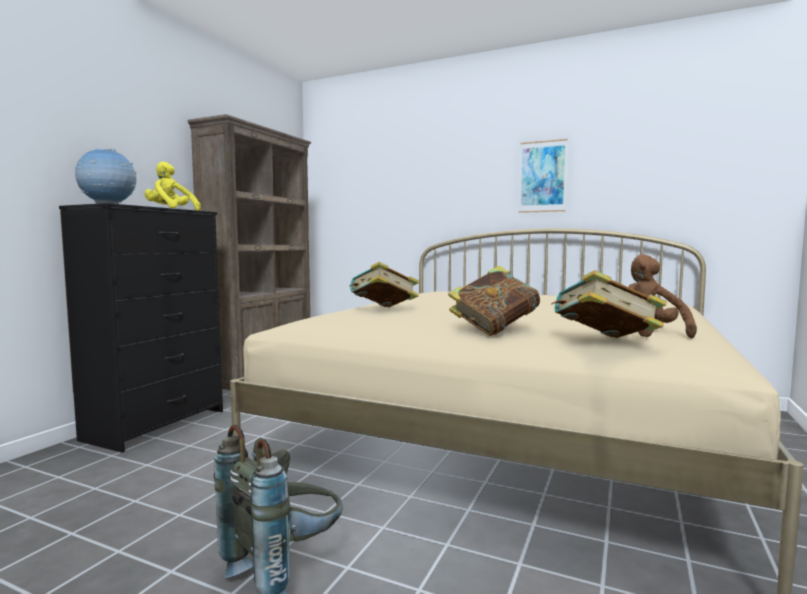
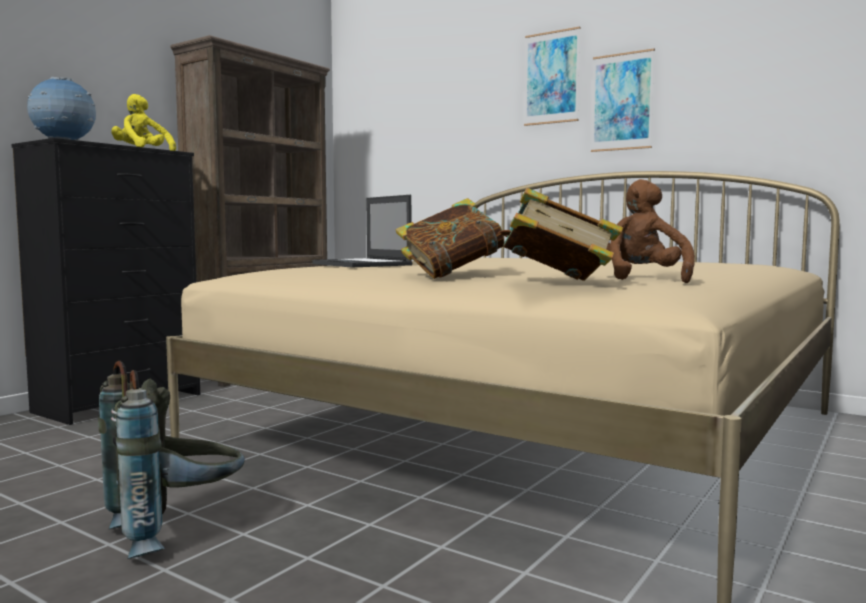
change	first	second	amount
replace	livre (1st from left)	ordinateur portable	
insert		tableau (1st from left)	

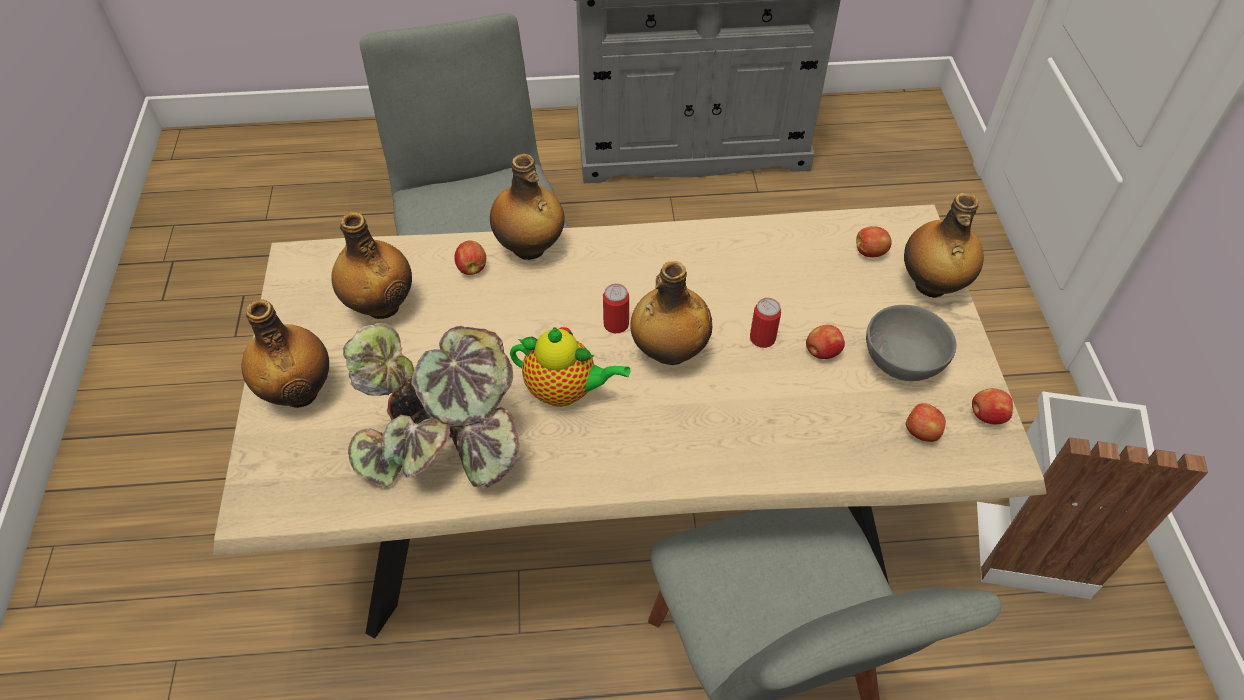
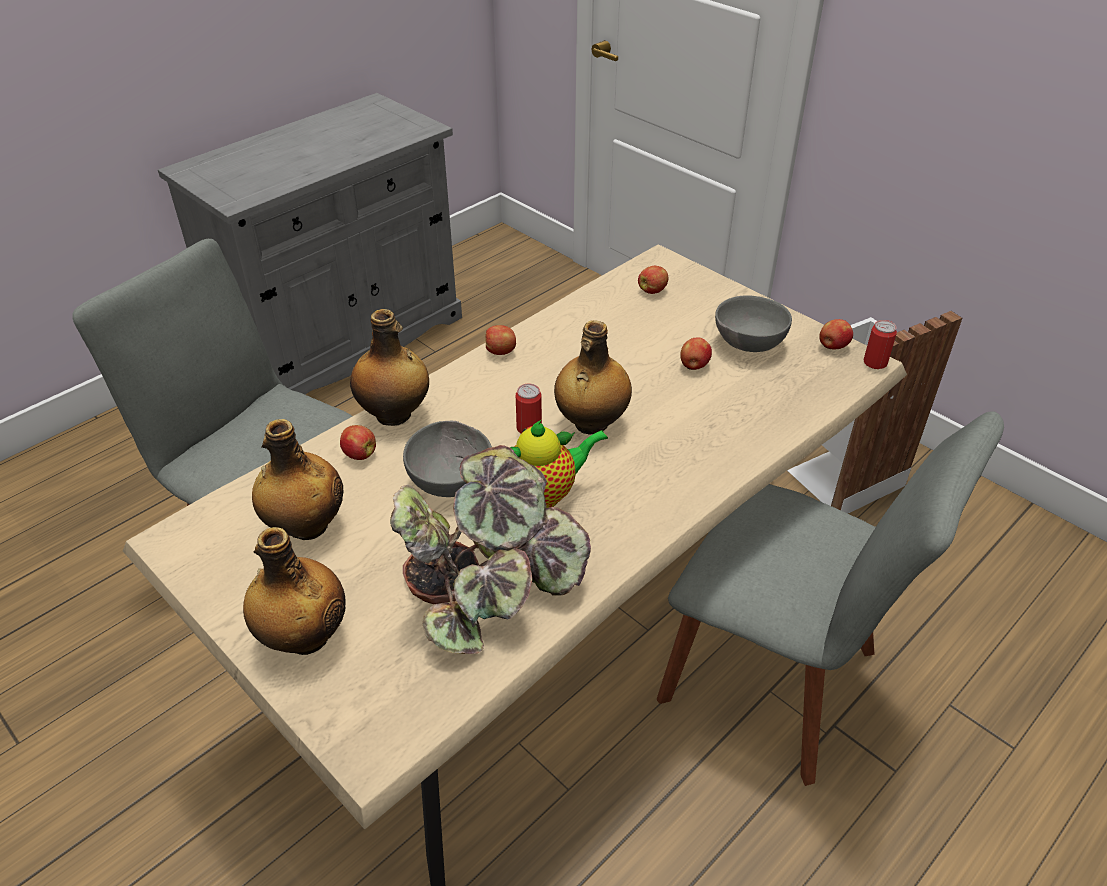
change	first	second	amount
move	boîte métallique (2nd from left)		
delete	bouteille (5th from left)		
move	pomme (4th from left in the first image)	pomme (2nd from left)	
insert		bol [gris] (1st from left)	

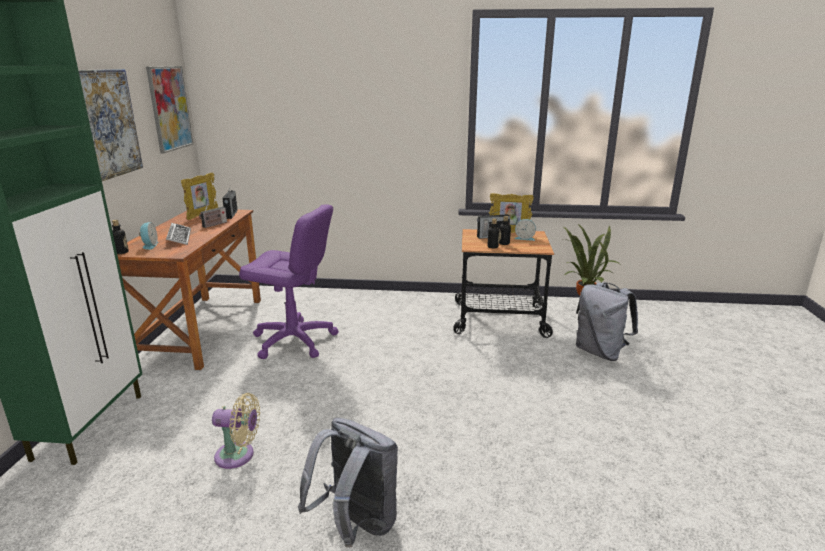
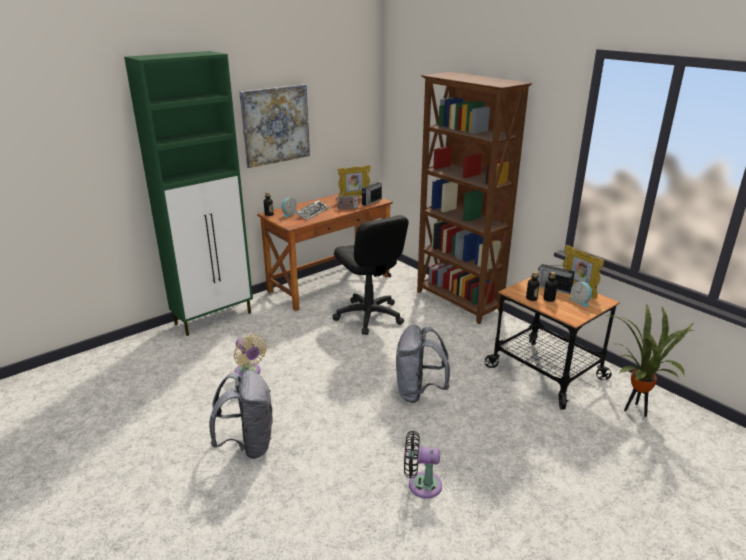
change	first	second	amount
delete	tableau (2nd from left)		
recolor	chaise de bureau [violet]	chaise de bureau [noir]	
move	sac à dos [gris] (2nd from left)		
insert		ventilateur [noir]	
insert		bibliothèque [marron]	

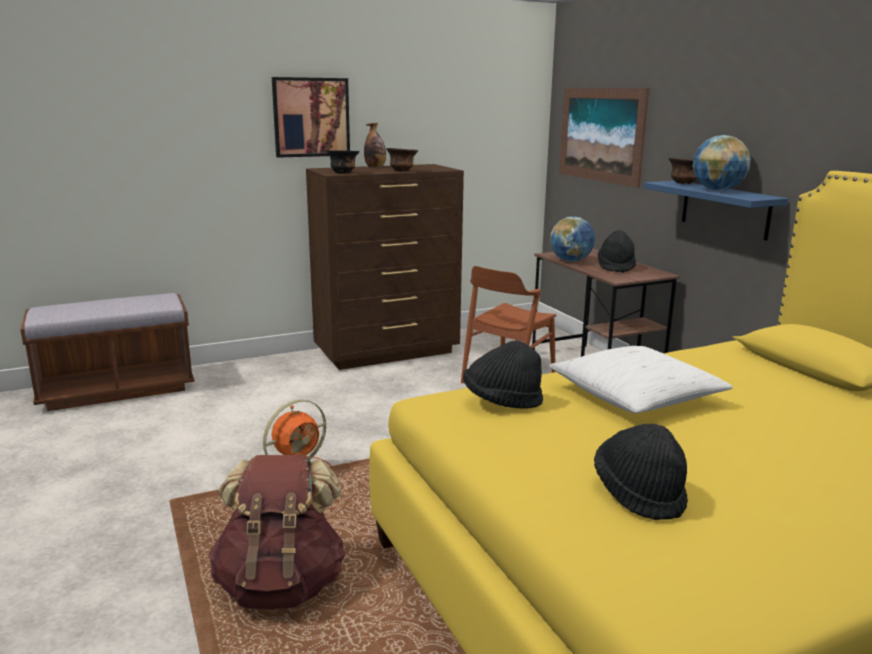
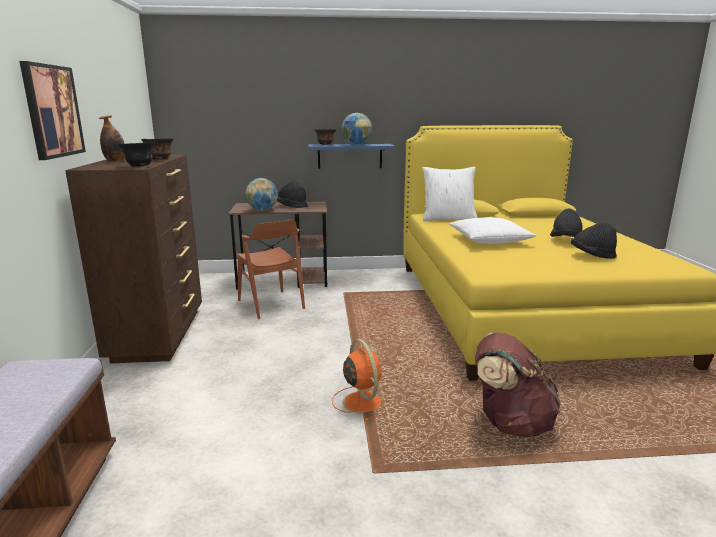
change	first	second	amount
move	chapeau [noir] (1st from left in the first image)	chapeau [noir] (2nd from left)	
delete	tableau (2nd from left)		
insert		coussin [blanc] (1st from left)	

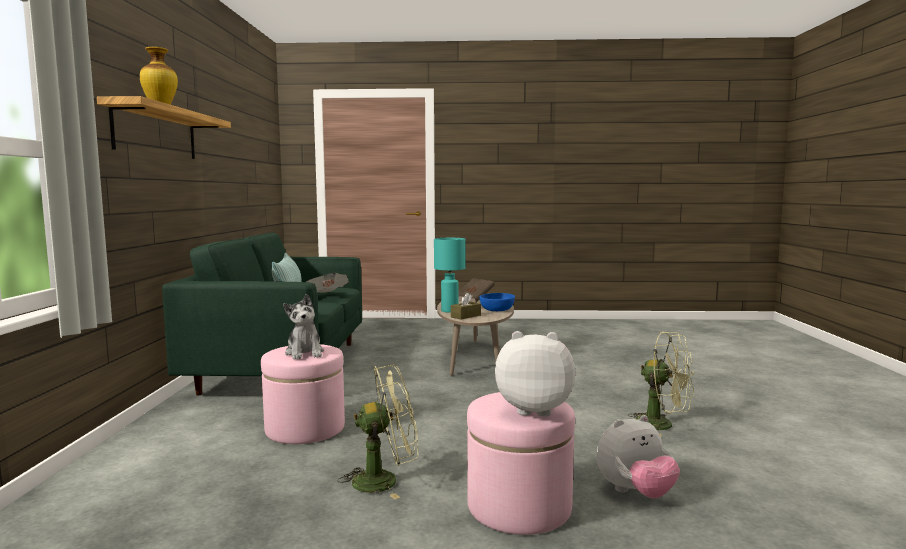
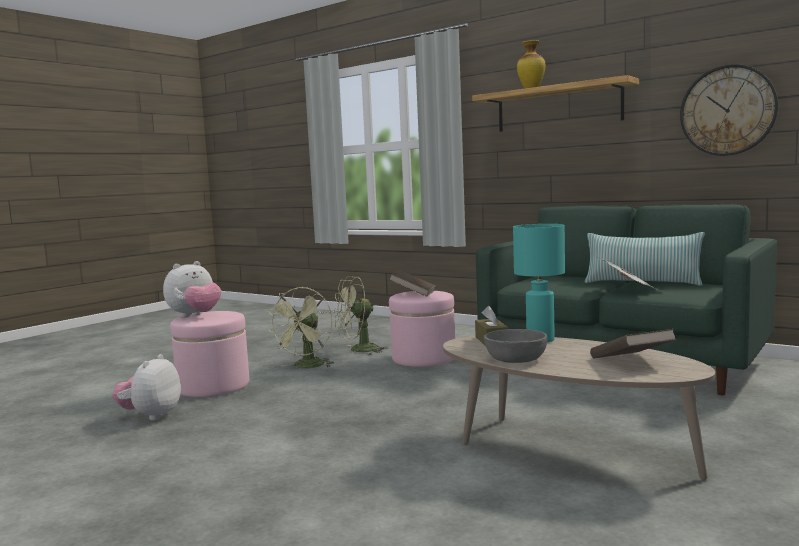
change	first	second	amount
replace	peluche (1st from left)	livre [marron] (1st from left)	
recolor	bol [bleu]	bol [gris]	
move	ventilateur [vert] (2nd from left)		
insert		horloge murale	

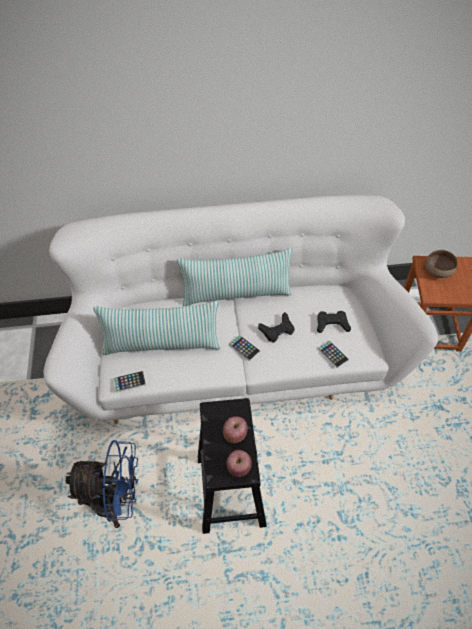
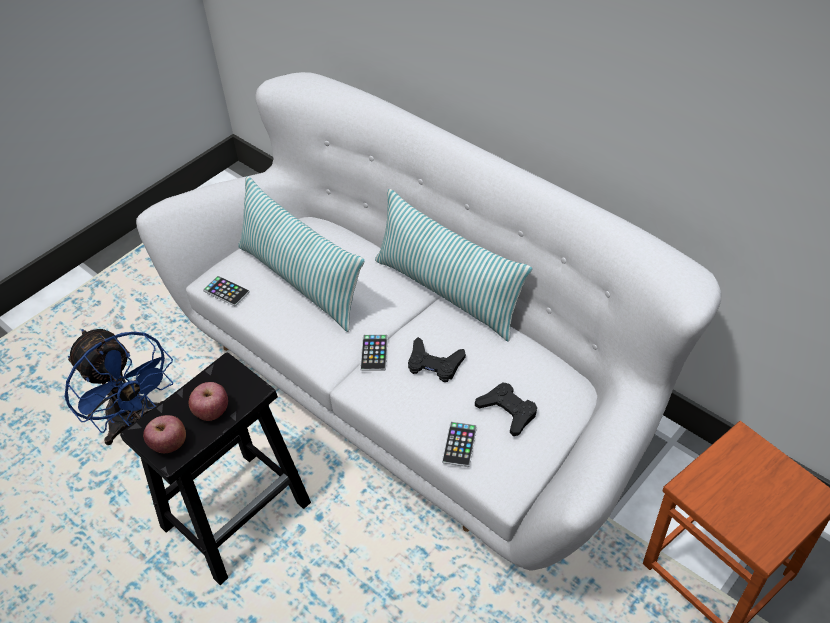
change	first	second	amount
delete	bol [marron]		

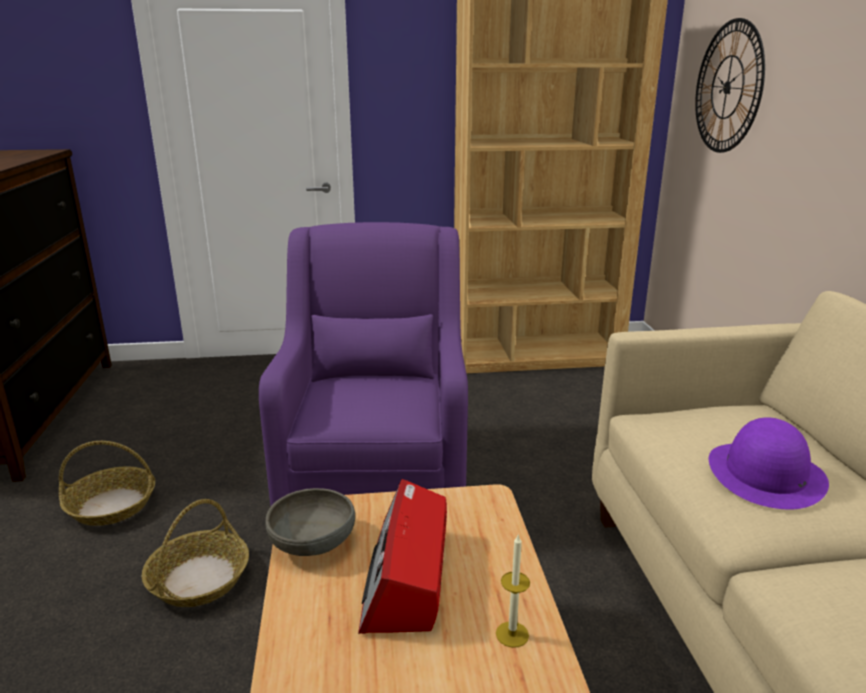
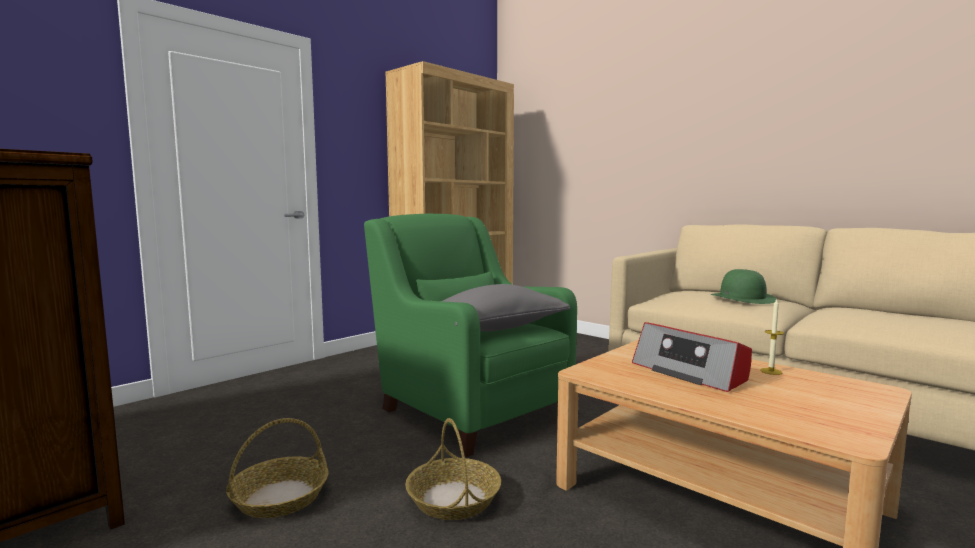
change	first	second	amount
recolor	fauteuil [violet]	fauteuil [vert]	
delete	bol [gris]		
delete	horloge murale		
recolor	chapeau [violet]	chapeau [vert]	
insert		coussin [gris]	

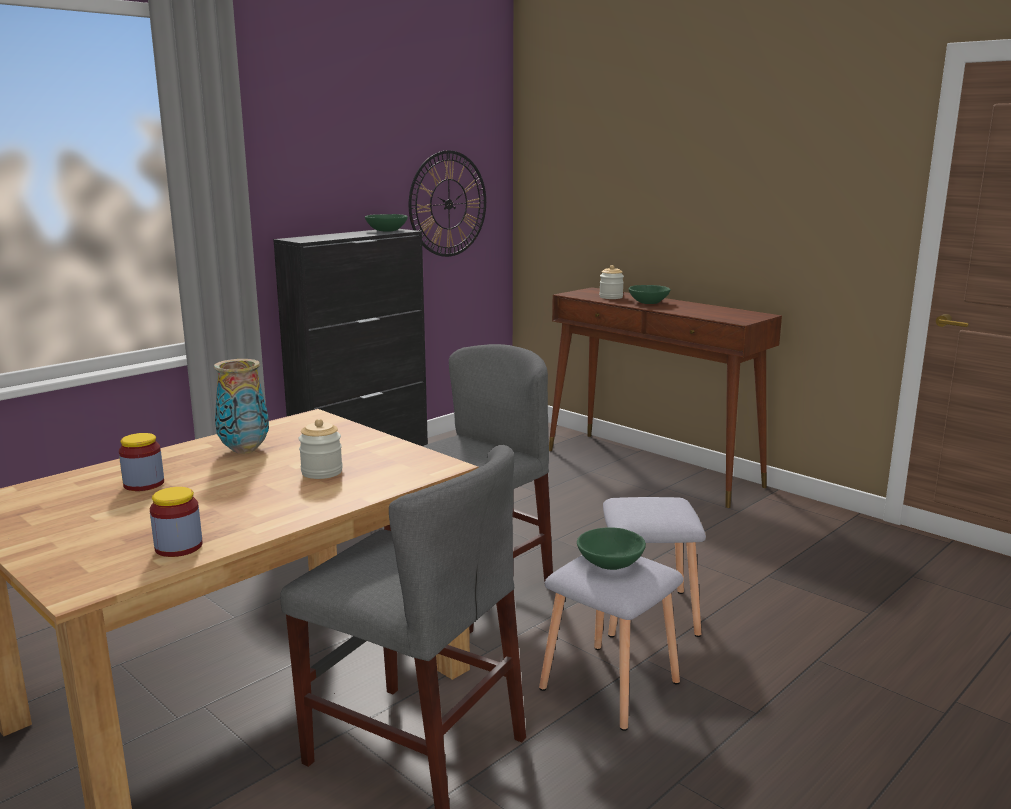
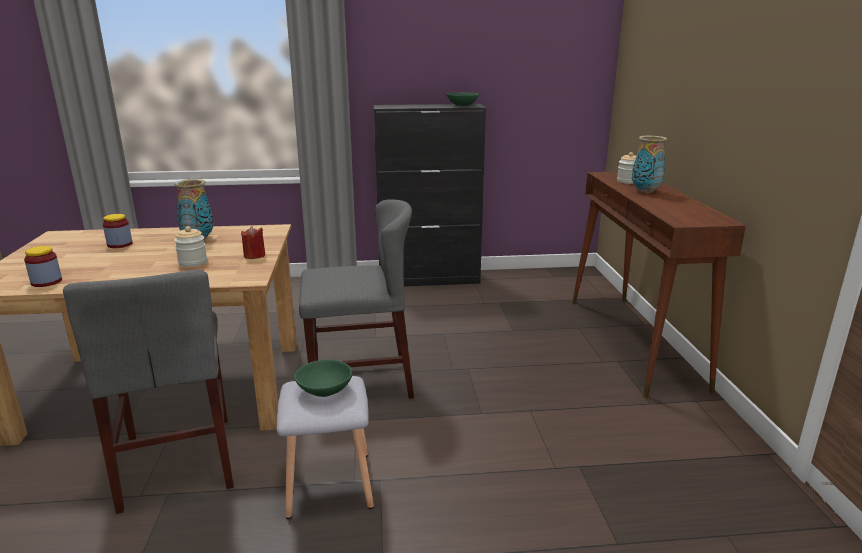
change	first	second	amount
delete	horloge murale		
delete	tabouret [gris] (2nd from left)		
replace	bol [vert] (3rd from left)	vase (2nd from left)	
insert		bougie [rouge]	

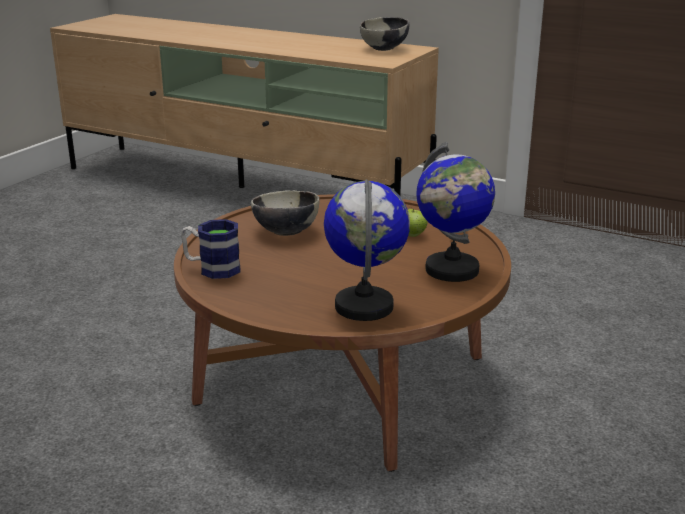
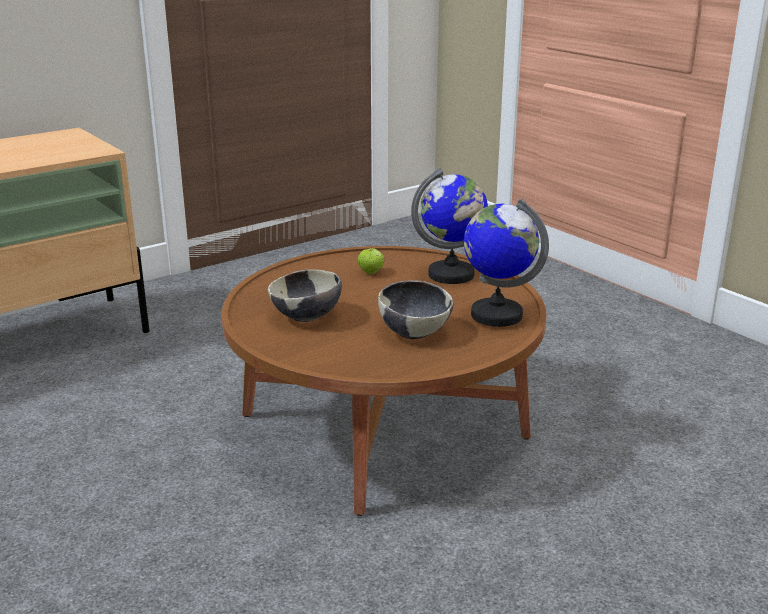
change	first	second	amount
delete	mug		
move	bol (2nd from left)		

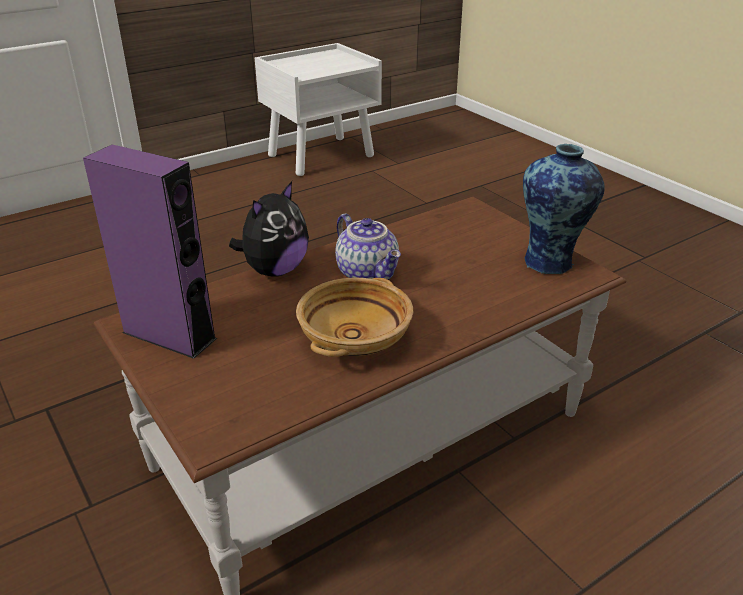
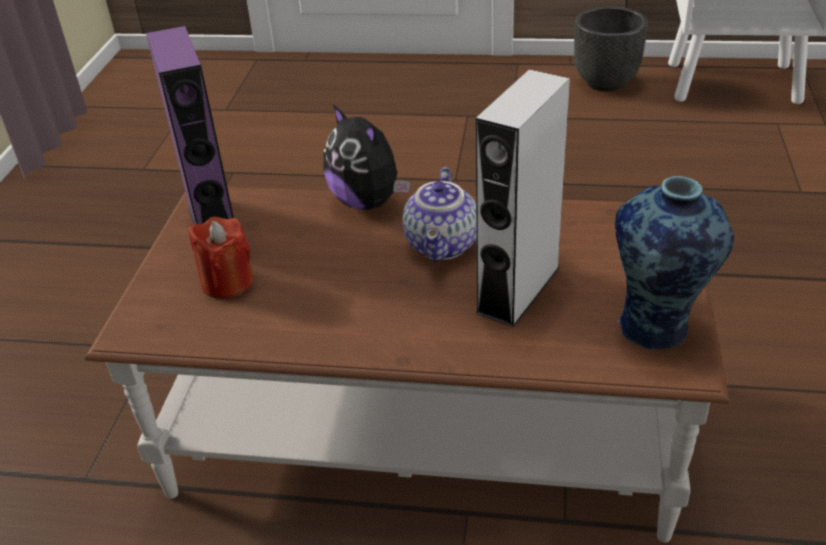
change	first	second	amount
rotate	peluche		60 degrees clockwise
delete	bol [beige]		
insert		bougie [rouge]	
insert		enceinte [gris]	
insert		cache-pot [noir]	

